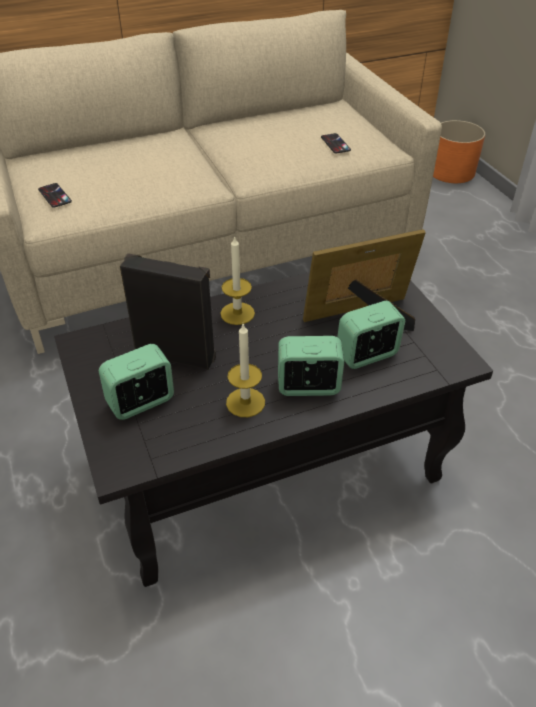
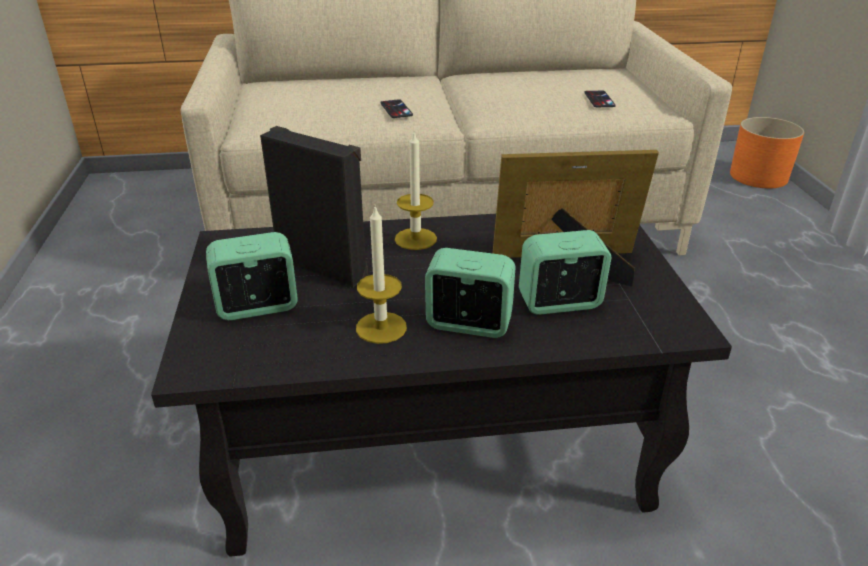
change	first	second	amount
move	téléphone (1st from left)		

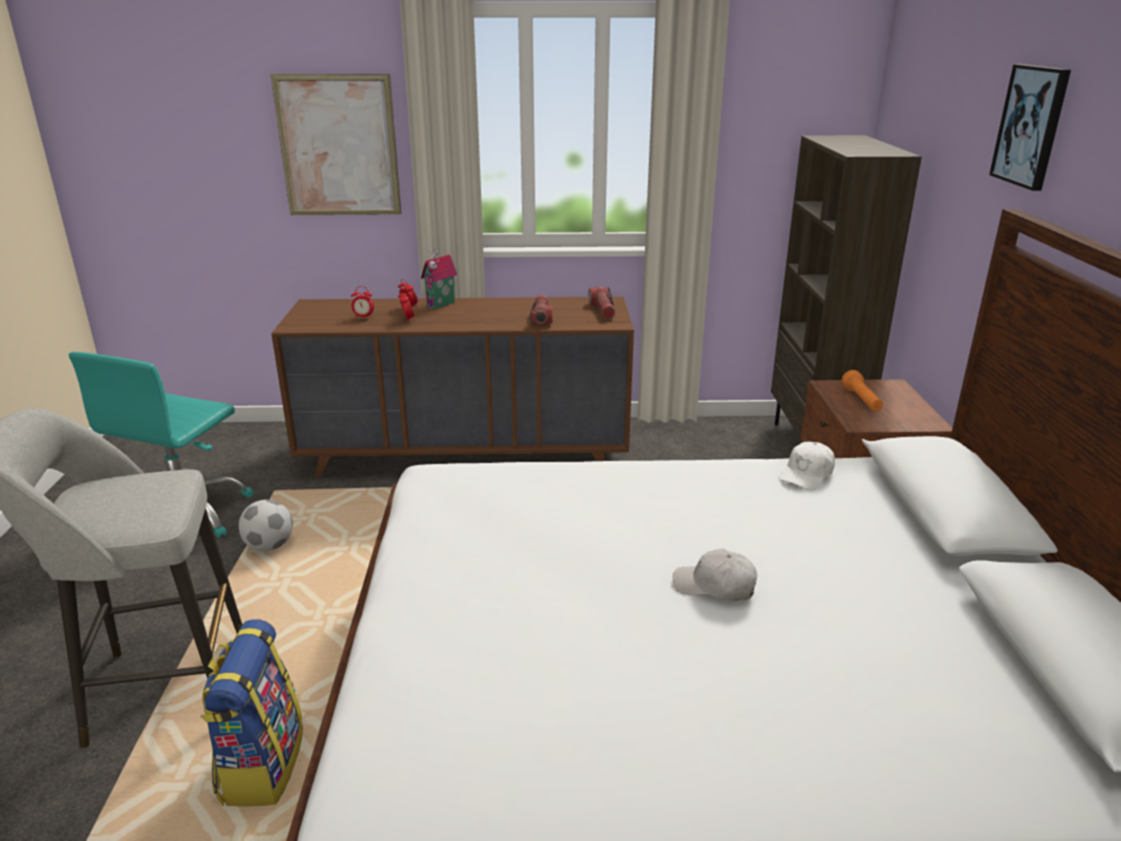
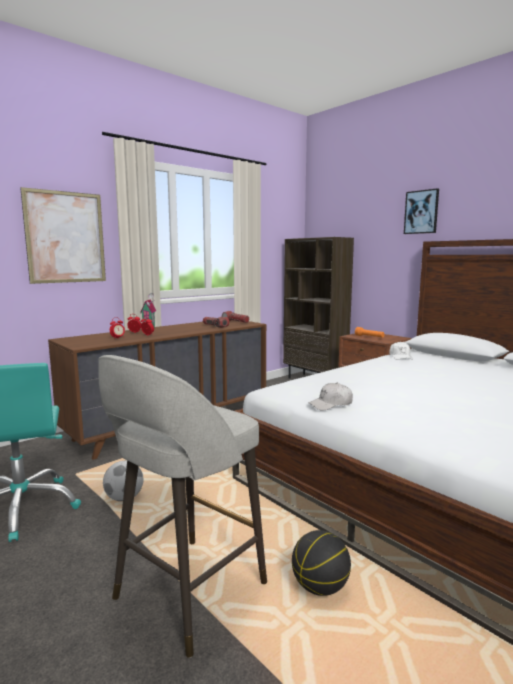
change	first	second	amount
replace	sac à dos	ballon de basket	
move	casquette [blanc] (1st from left)		

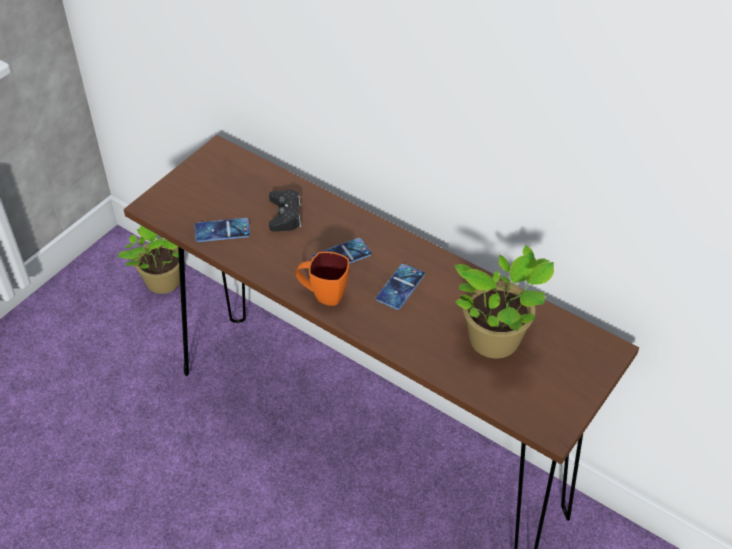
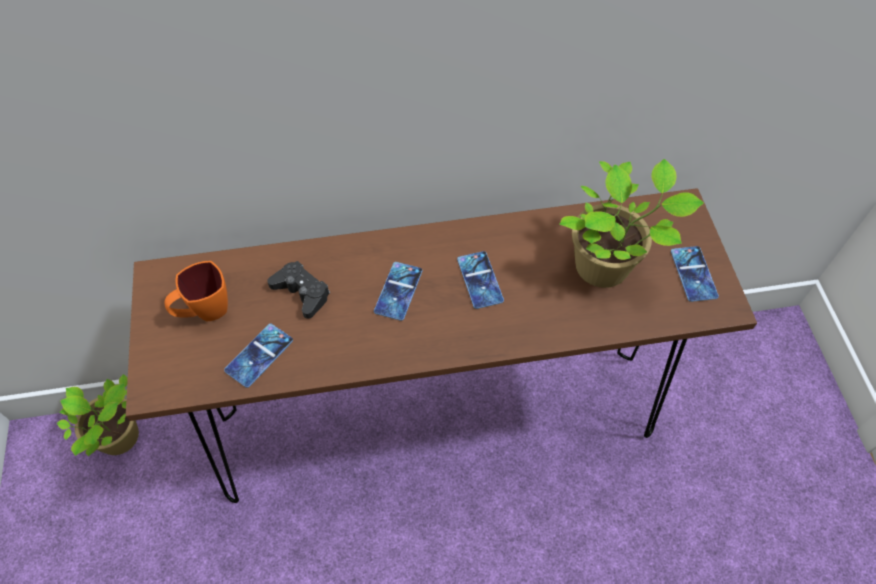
change	first	second	amount
move	mug [orange]		
insert		téléphone (4th from left)	

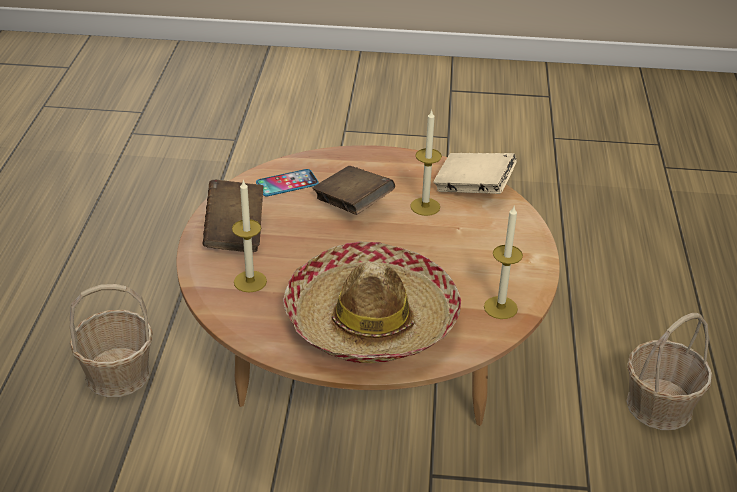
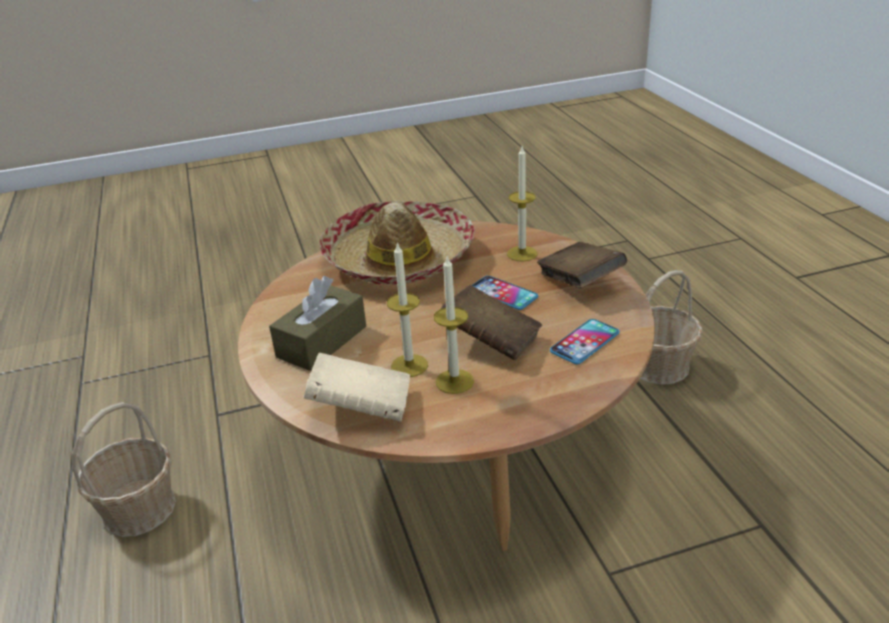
change	first	second	amount
move	bougie (3rd from left in the first image)	bougie (2nd from left)	
insert		boîte à mouchoirs [marron]	
insert		téléphone (1st from left)	

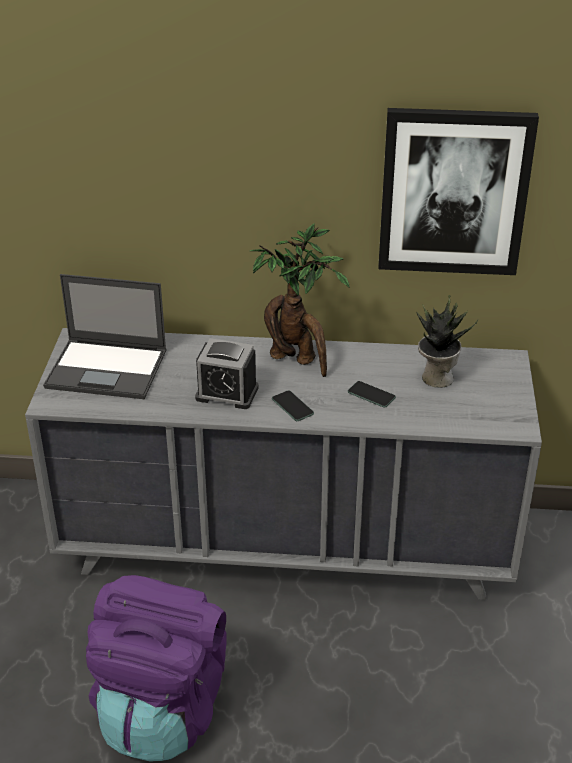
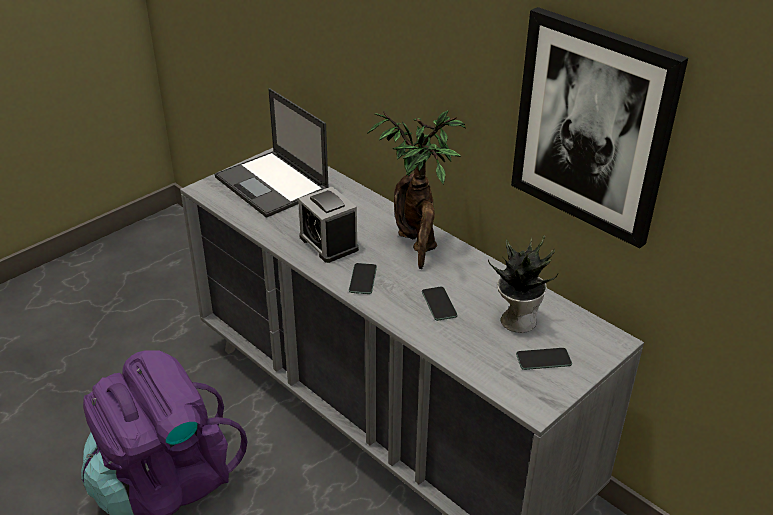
change	first	second	amount
insert		téléphone (3rd from left)	

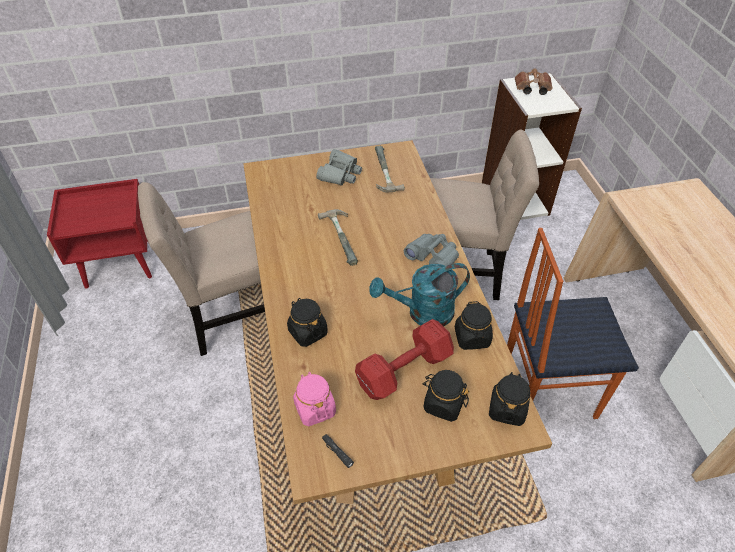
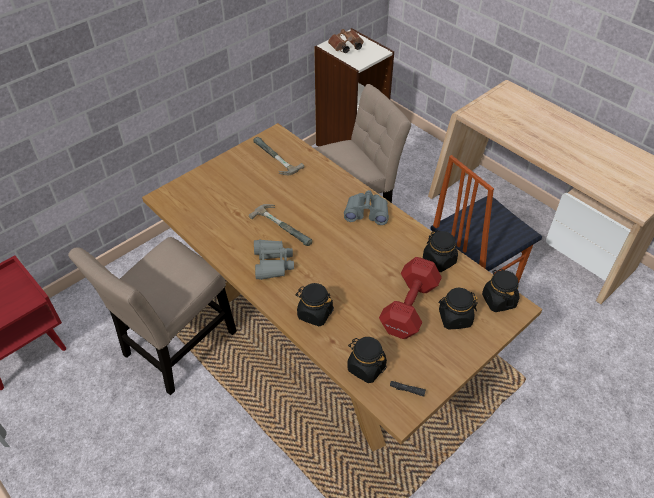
change	first	second	amount
recolor	bocal [rose]	bocal [noir] (2nd from left)	
move	jumelles [gris] (1st from left)		
delete	arrosoir [turquoise]		

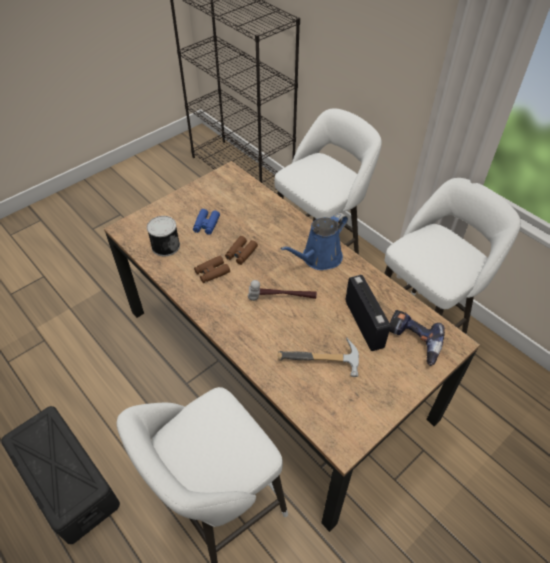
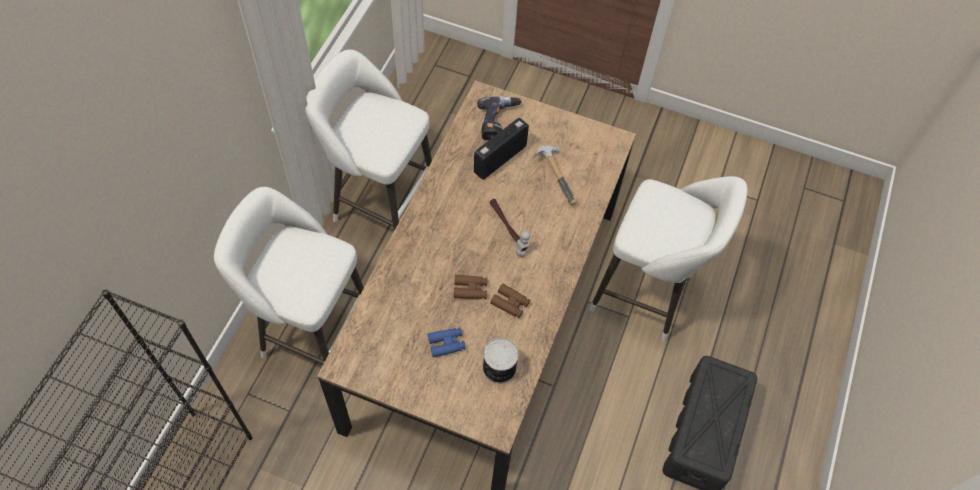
change	first	second	amount
delete	arrosoir [bleu]		

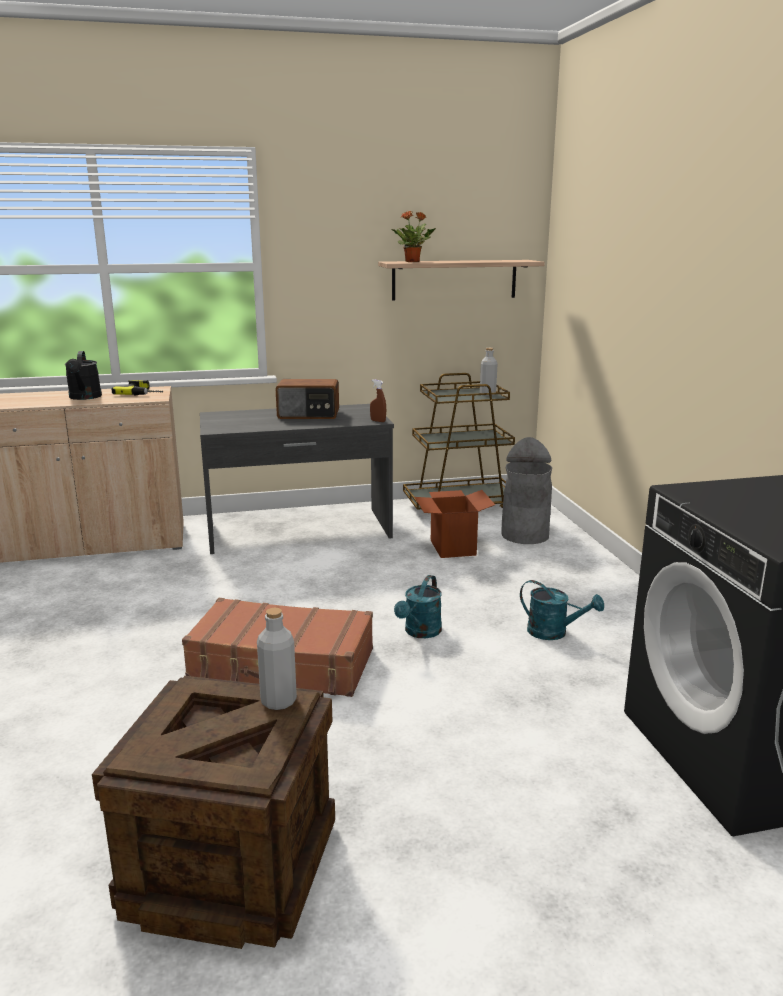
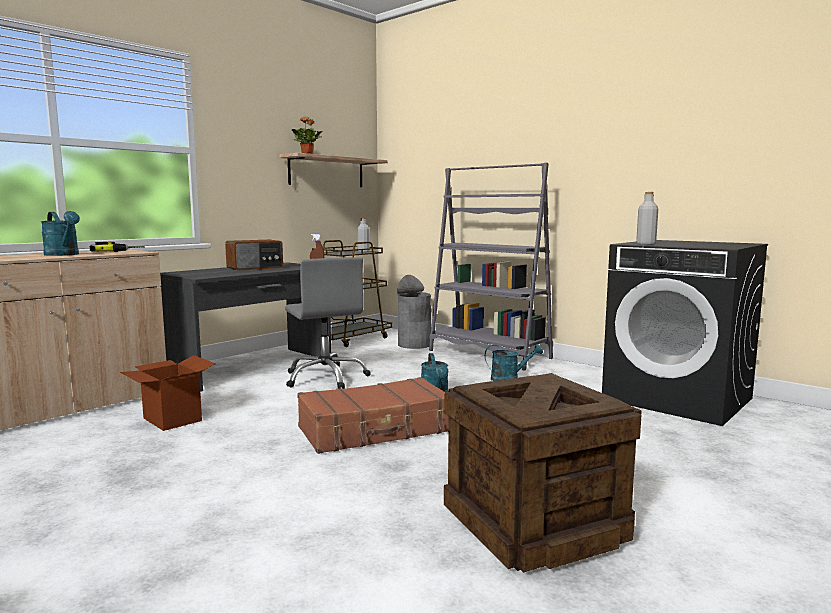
change	first	second	amount
recolor	arrosoir [noir]	arrosoir [turquoise] (1st from left)	
move	bouteille [gris] (1st from left in the first image)	bouteille [gris] (2nd from left)	
move	carton		
insert		chaise de bureau [gris]	
insert		bibliothèque [gris]	

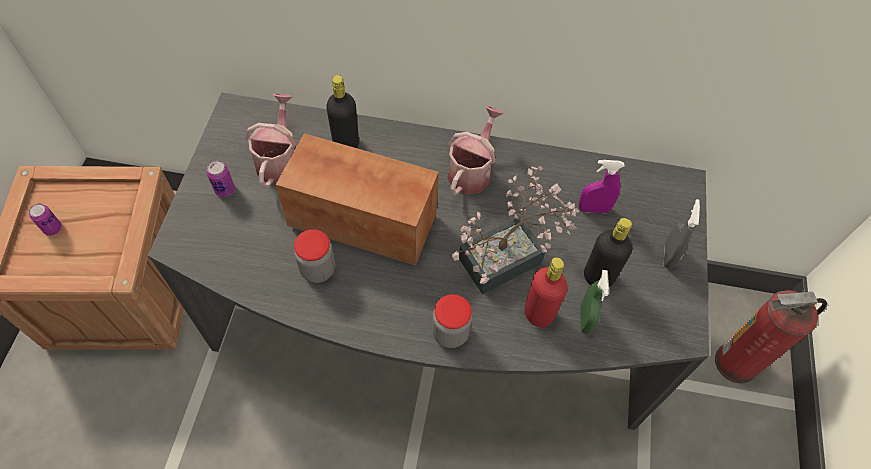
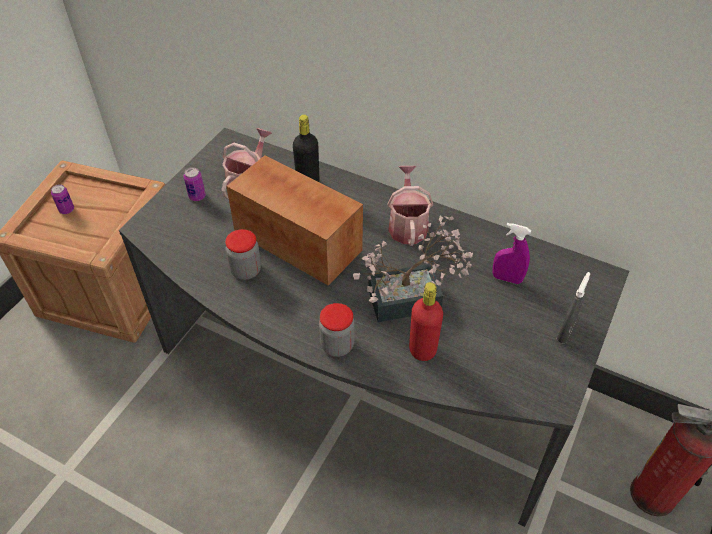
change	first	second	amount
rotate	arrosoir (2nd from left)		45 degrees counterclockwise
delete	vaporisateur [vert]		
delete	bouteille [noir] (2nd from left)		

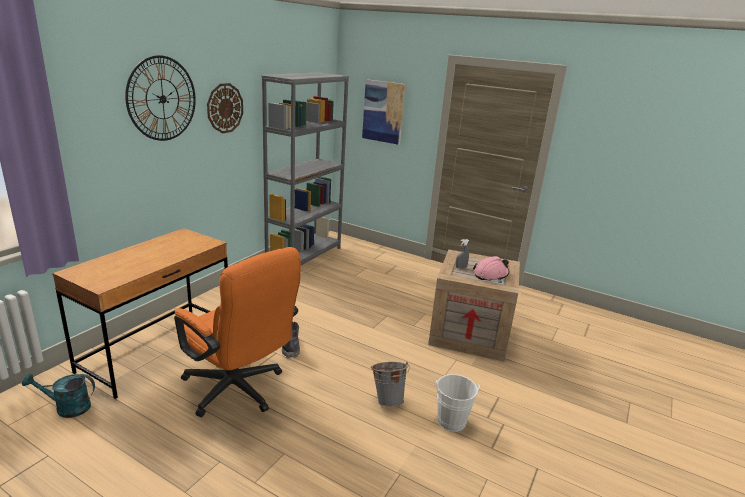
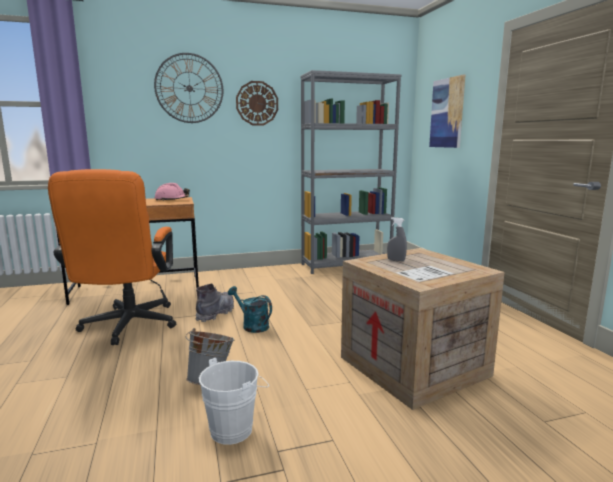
change	first	second	amount
move	arrosoir [turquoise]		
move	casque de chantier [rose]		

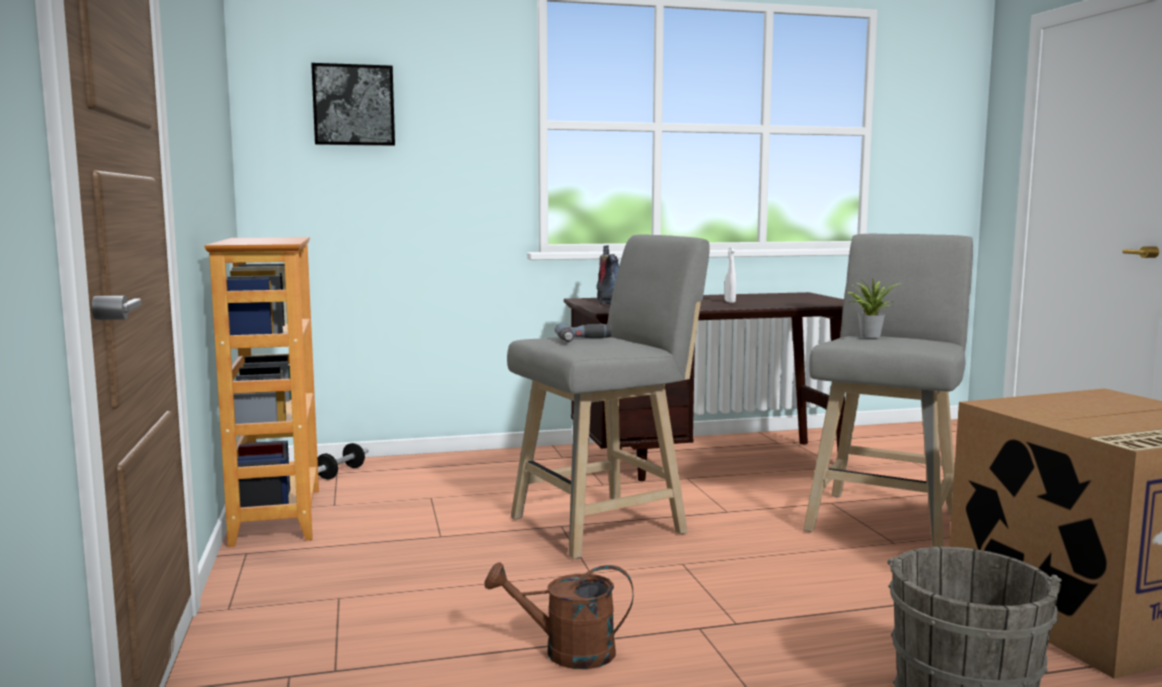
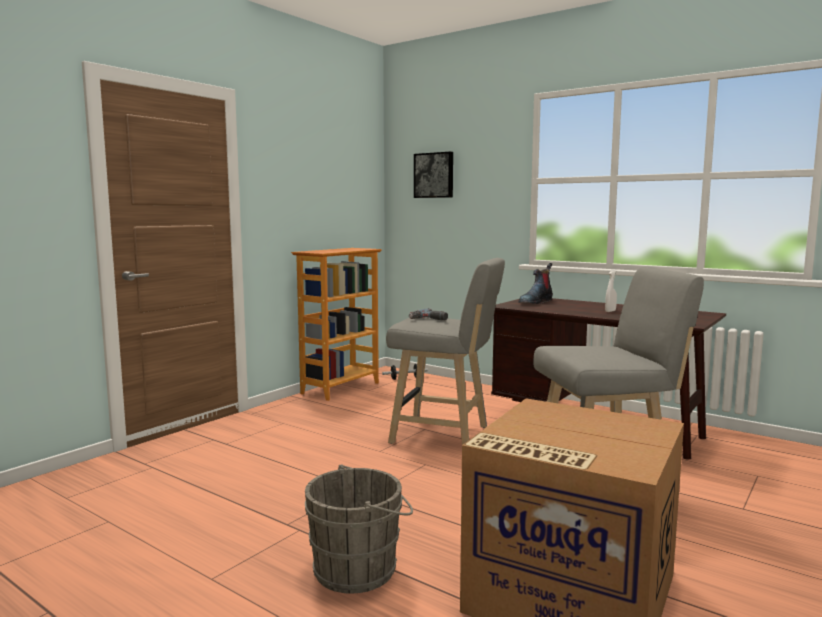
change	first	second	amount
delete	arrosoir [marron]		
delete	plante en pot		

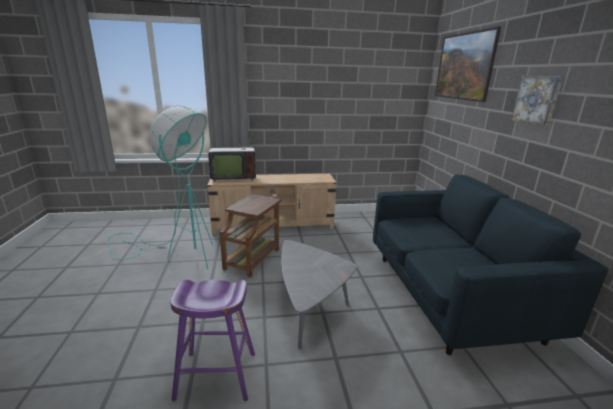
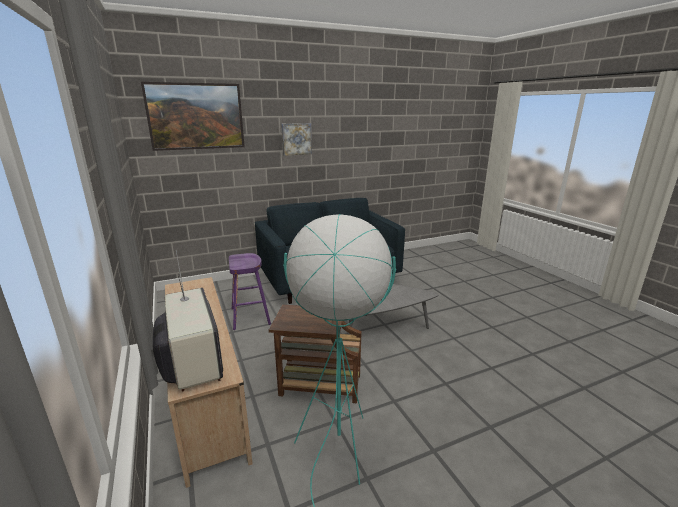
change	first	second	amount
move	tabouret [violet]		

